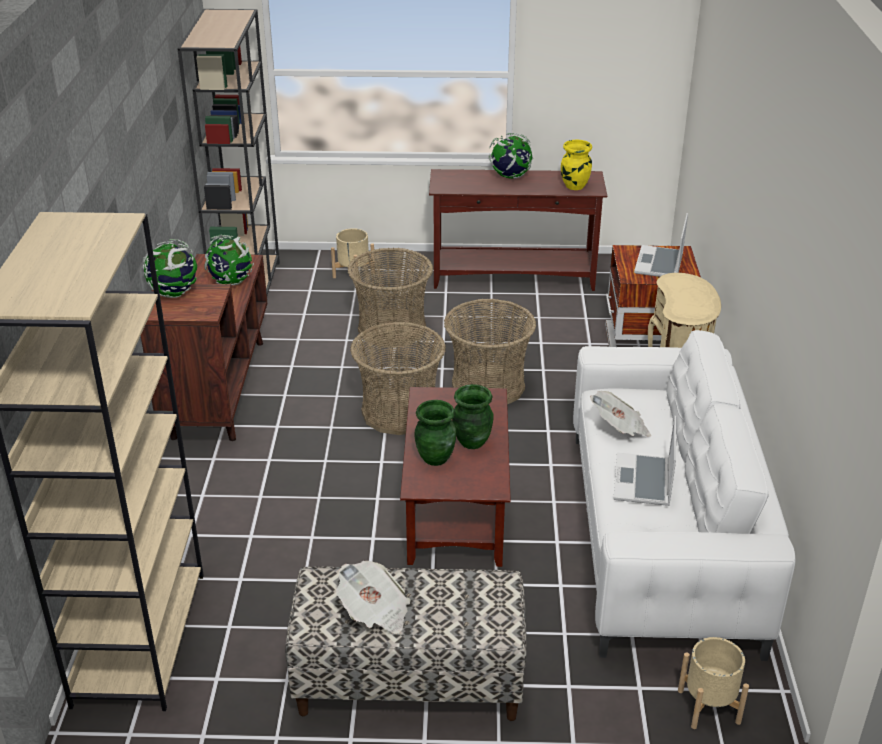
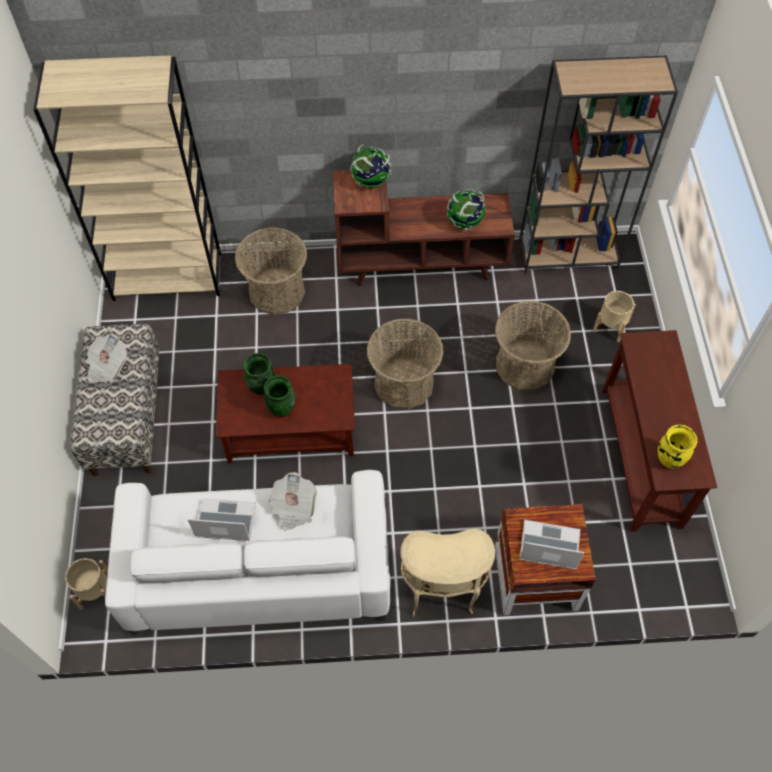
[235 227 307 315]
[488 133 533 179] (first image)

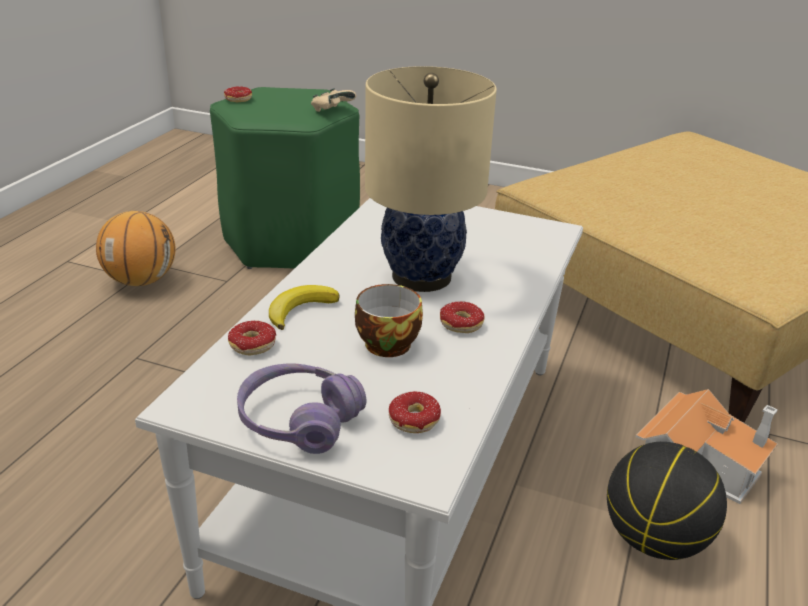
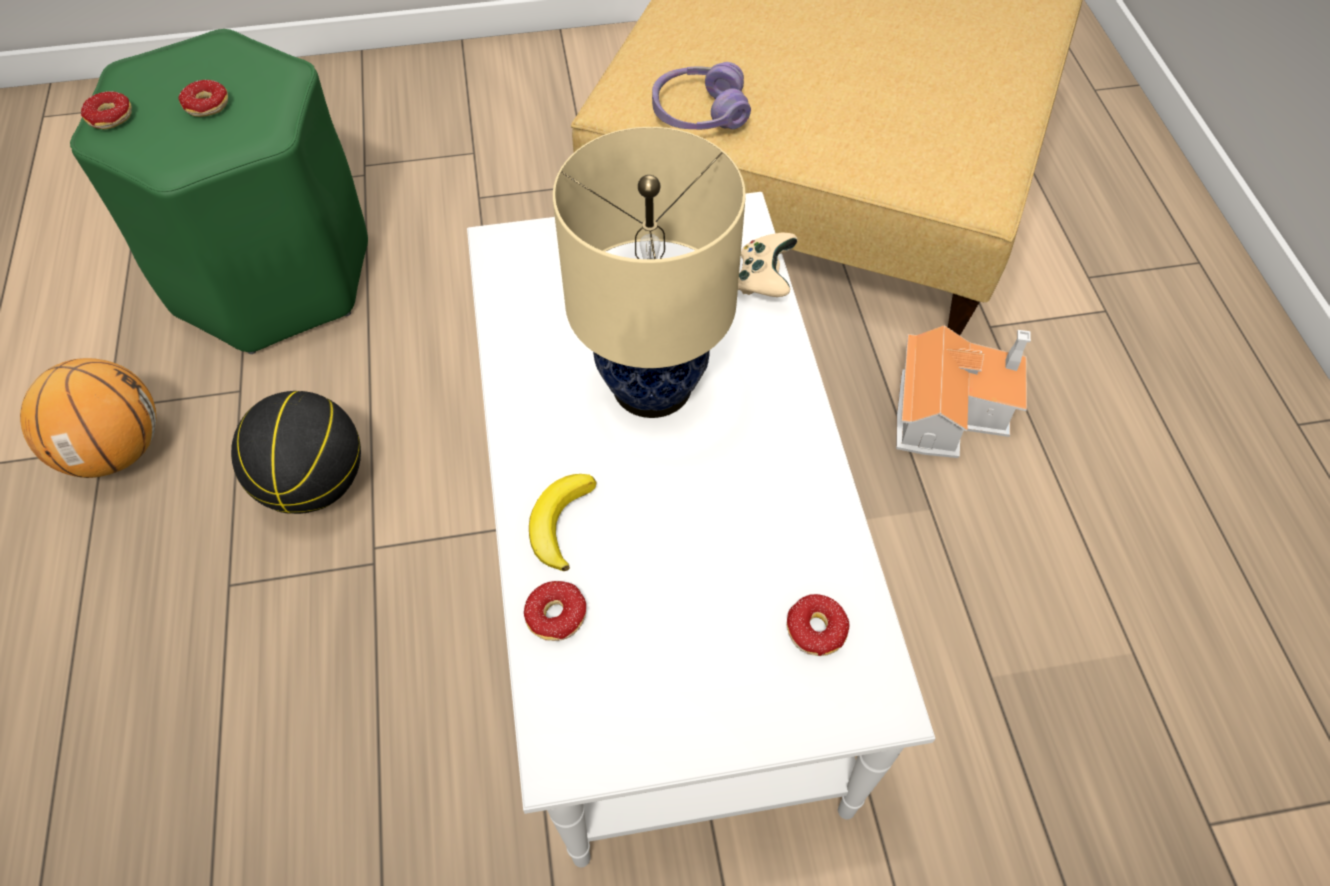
[178 80 228 117]
[231 391 361 514]
[652 62 751 130]
[738 233 798 297]
[355 284 423 357] (first image)

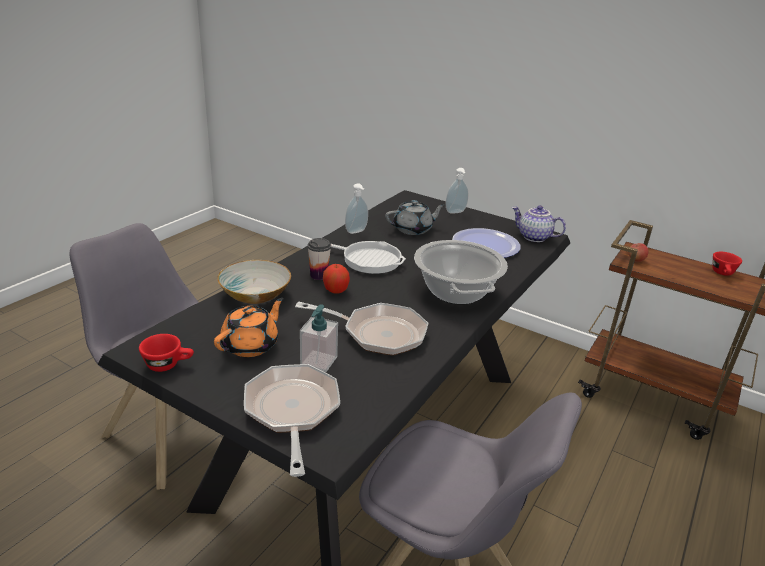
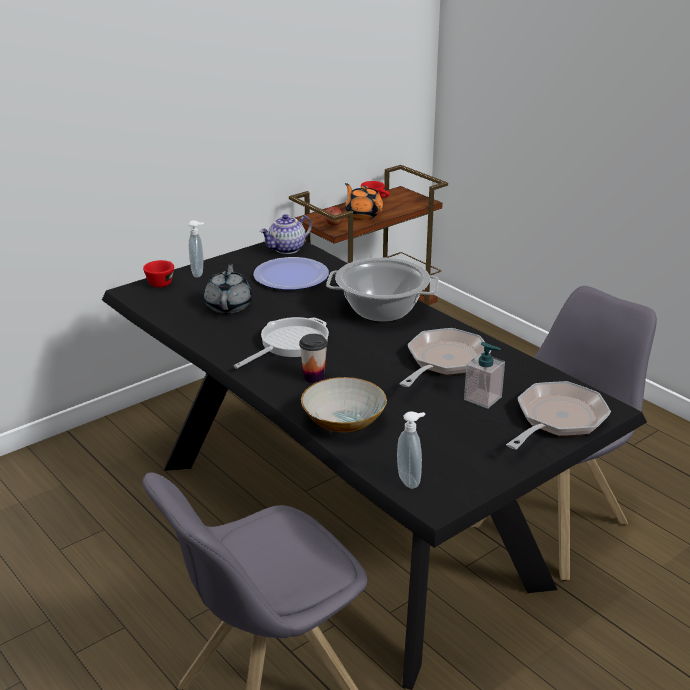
[143 260 174 287]
[345 183 383 219]
[397 411 425 489]
[506 381 611 449]
[323 264 350 294] (first image)

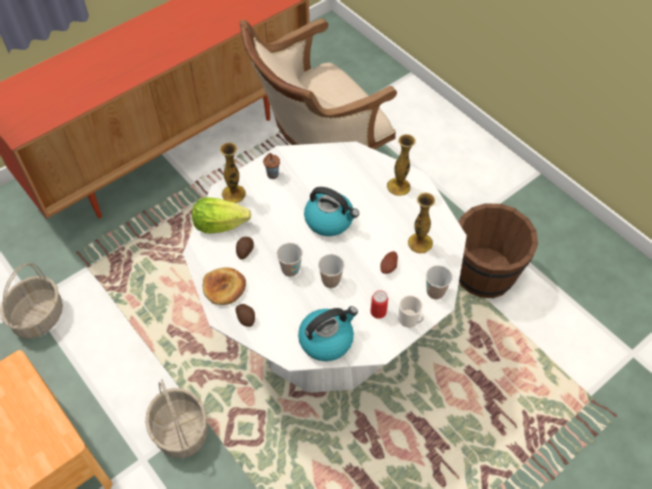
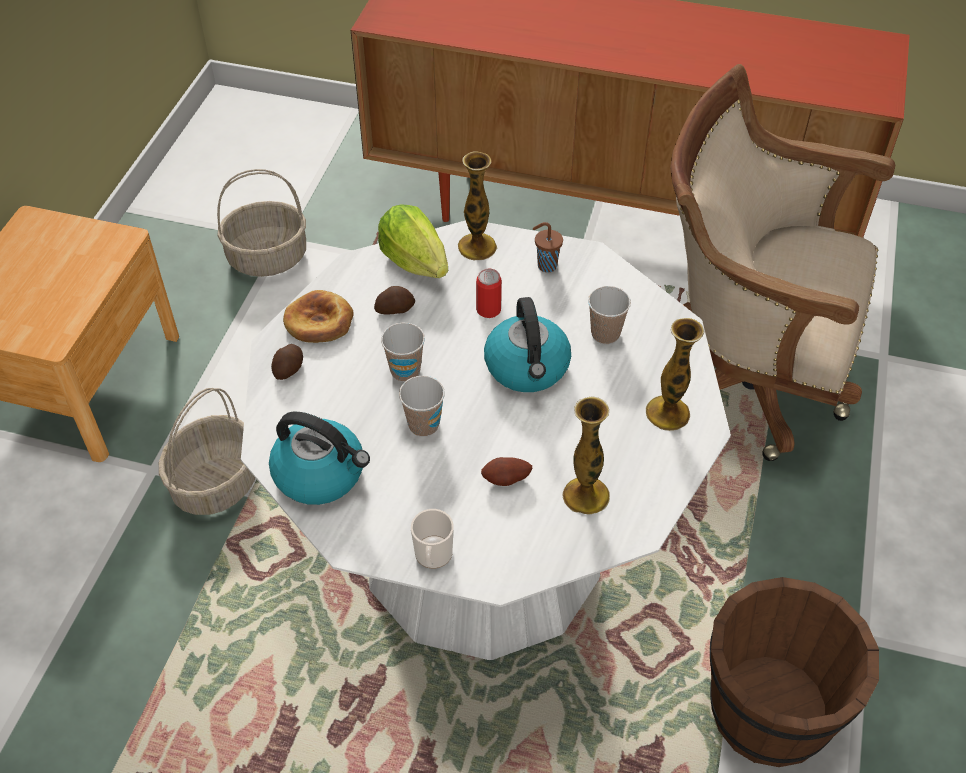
[476 269 502 318]
[588 286 631 344]

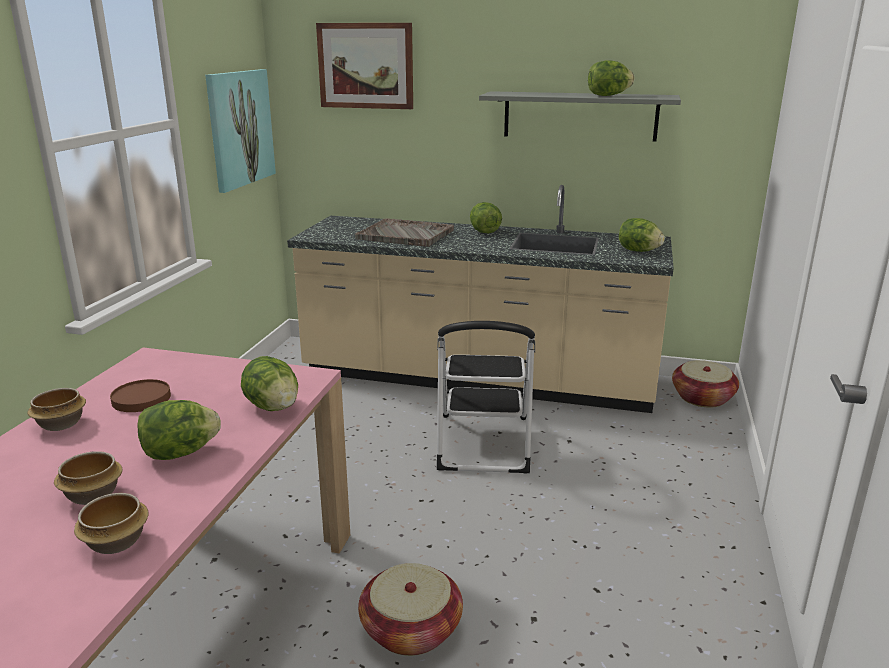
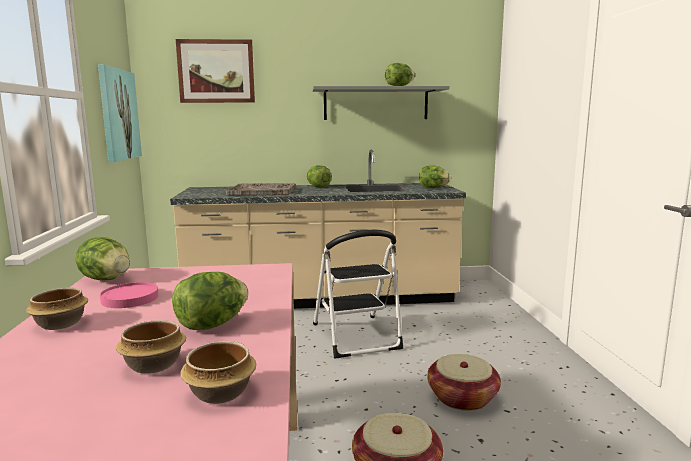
[75 237 130 280]
[100 282 159 308]
[427 354 501 411]

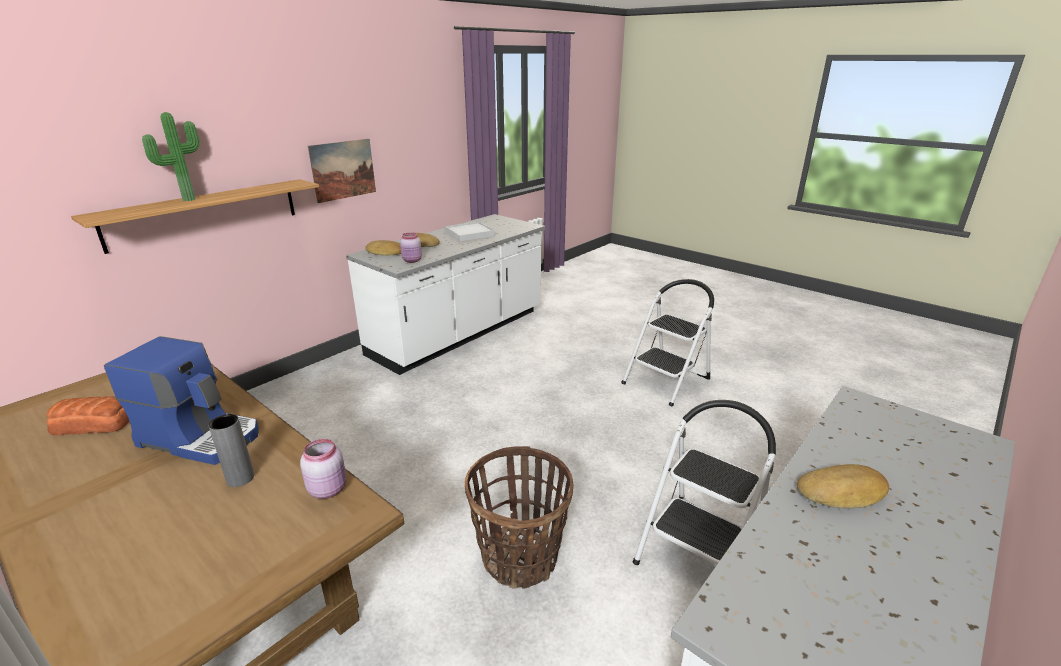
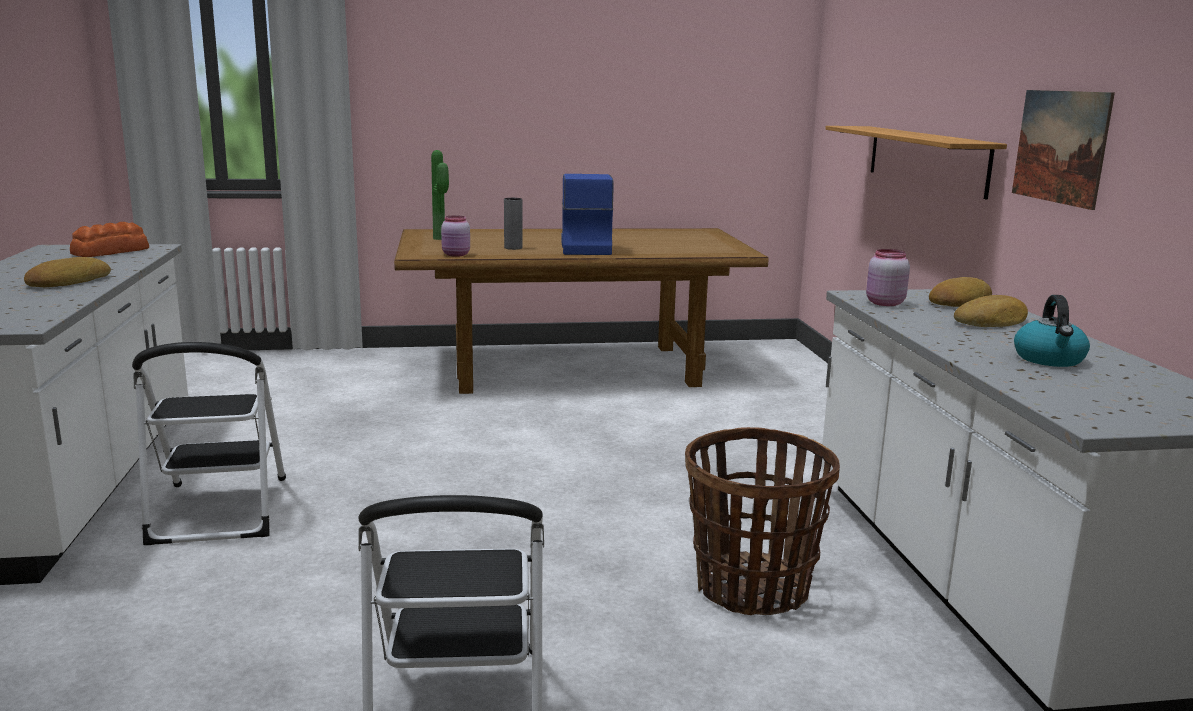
[70 222 149 257]
[431 150 449 240]
[561 174 614 255]
[685 427 840 615]
[1014 295 1090 367]

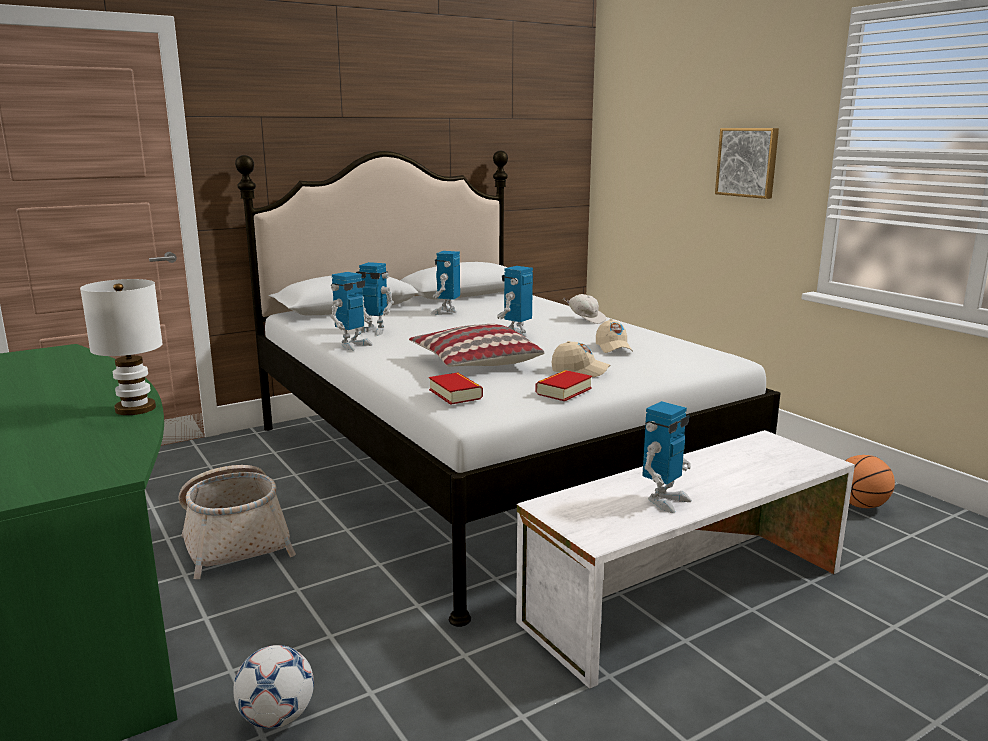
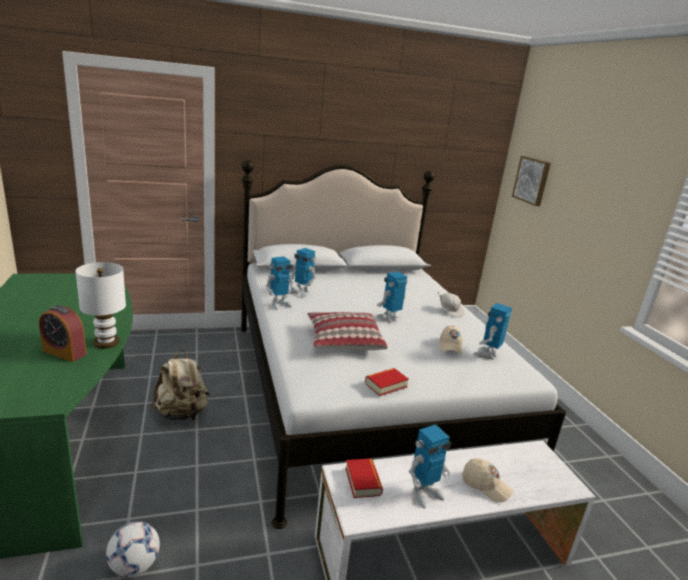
[39 305 87 362]
[151 350 210 421]
[345 458 383 498]
[462 458 514 503]
[473 303 512 360]
[512 156 551 206]
[845 455 895 508] (first image)

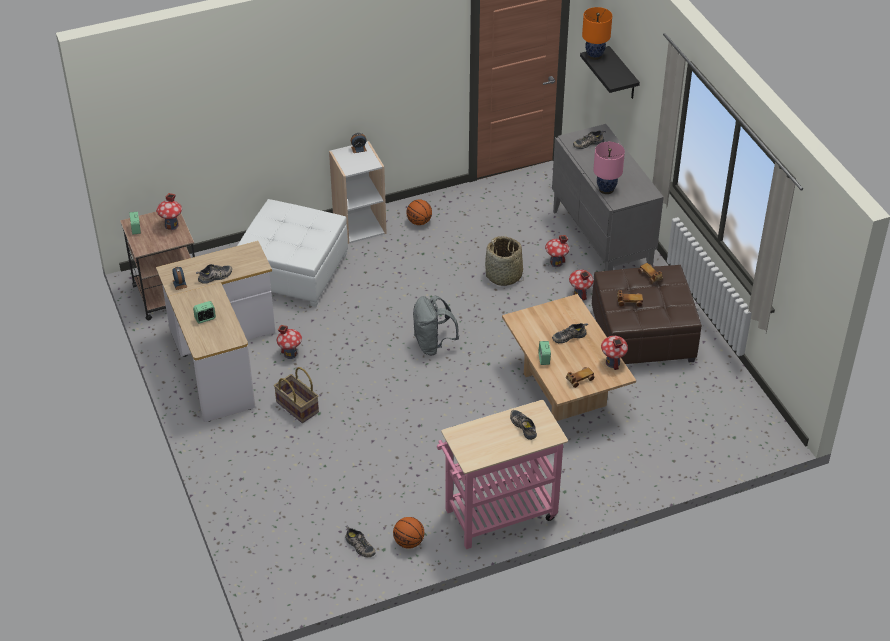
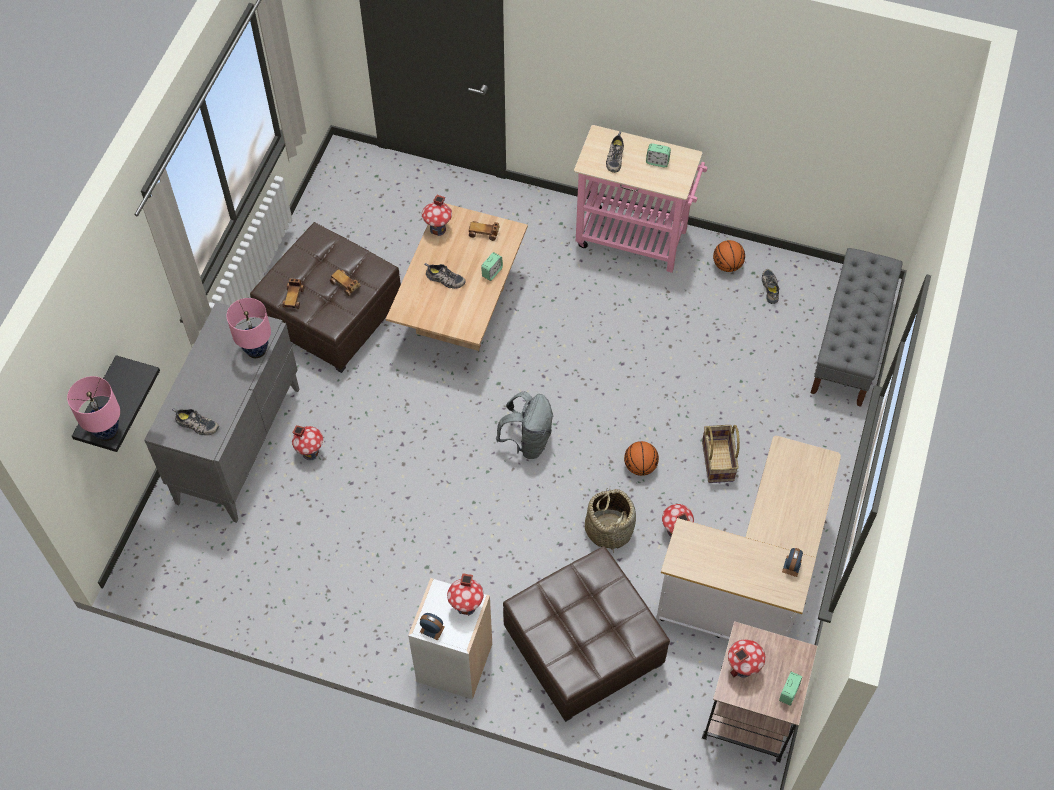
[67 376 120 441]
[447 573 484 616]
[503 546 670 722]
[585 489 636 552]
[624 441 659 476]
[646 143 671 167]
[811 248 903 407]
[196 264 232 284] (first image)

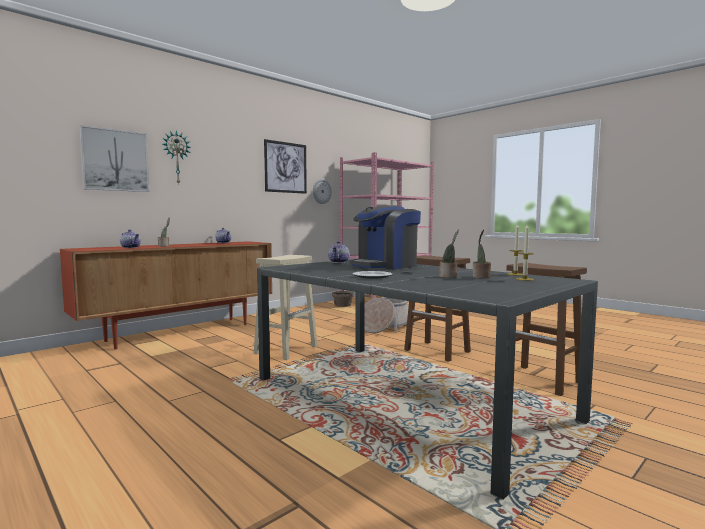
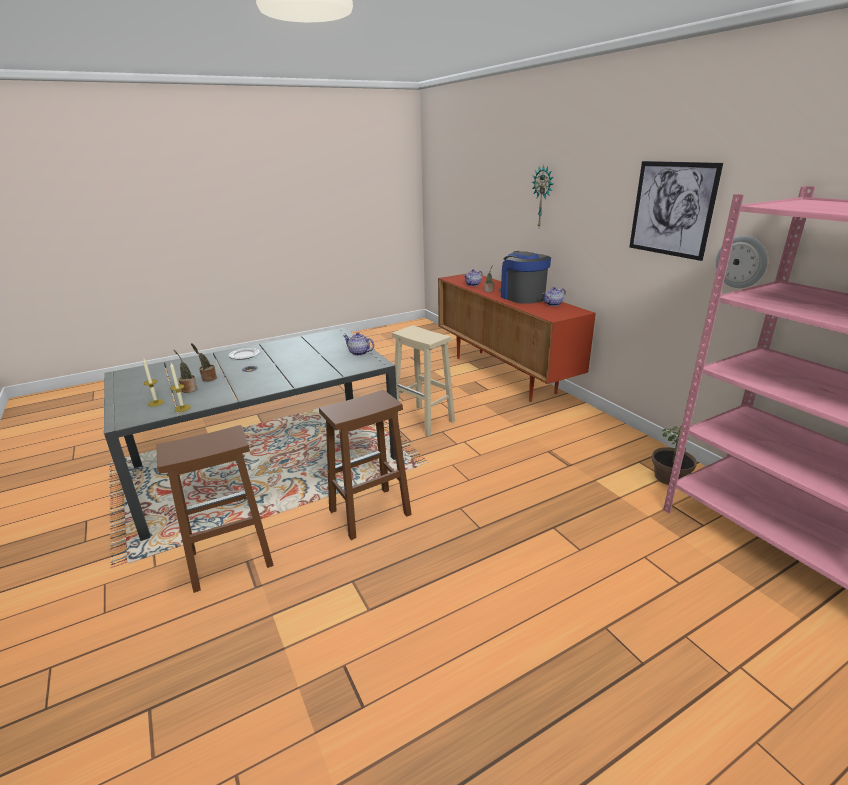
[500 251 551 304]
[79 125 150 192] (first image)
[364 297 415 333] (first image)

